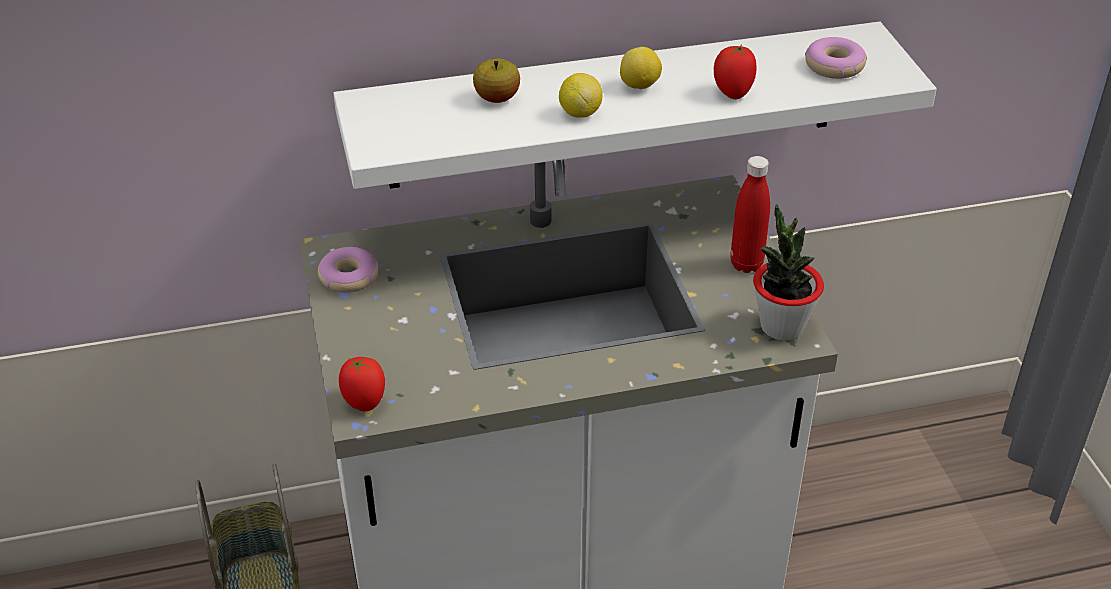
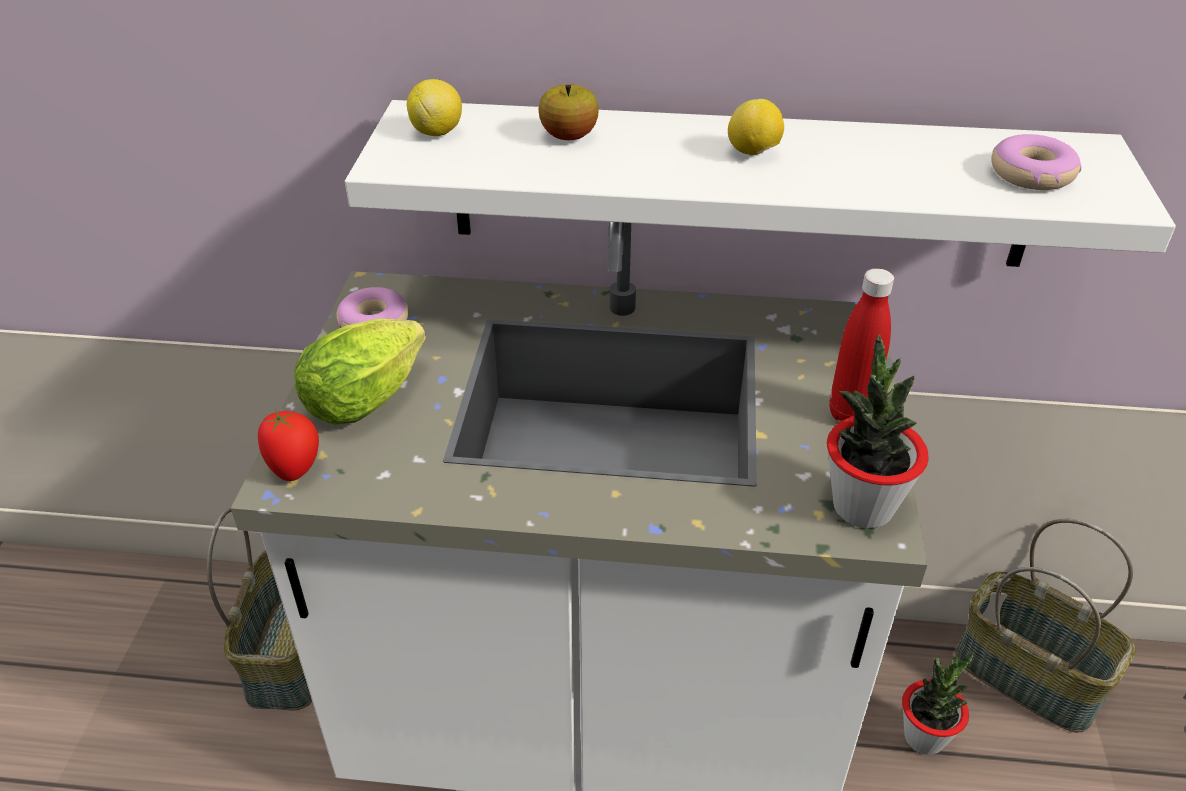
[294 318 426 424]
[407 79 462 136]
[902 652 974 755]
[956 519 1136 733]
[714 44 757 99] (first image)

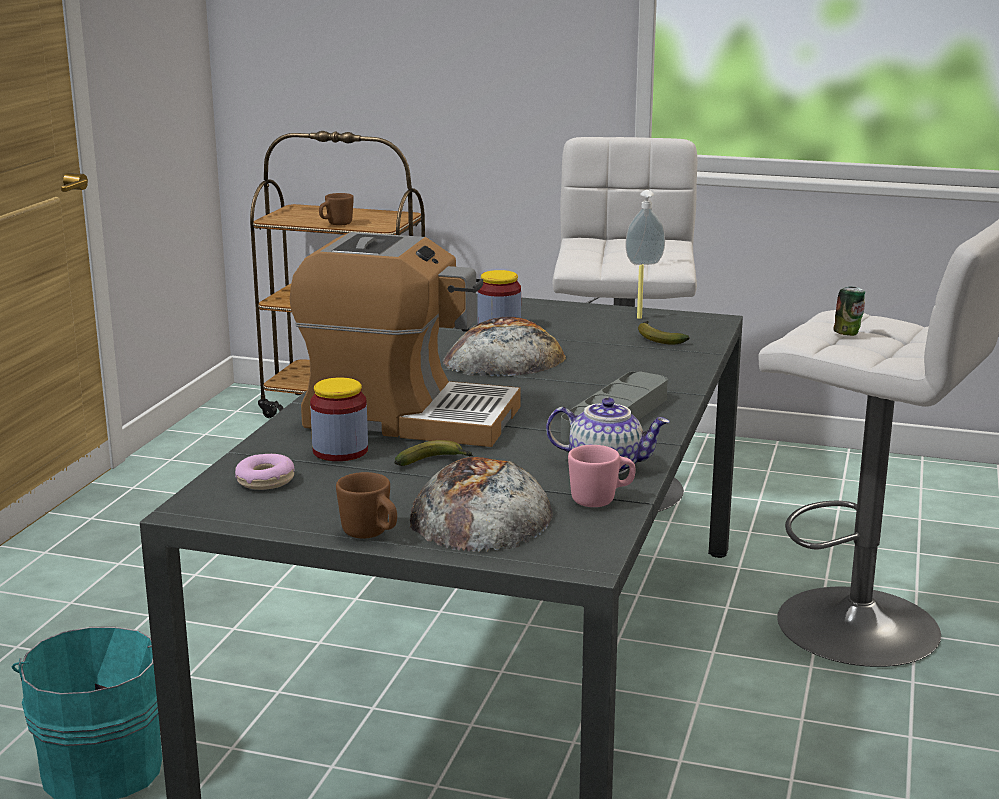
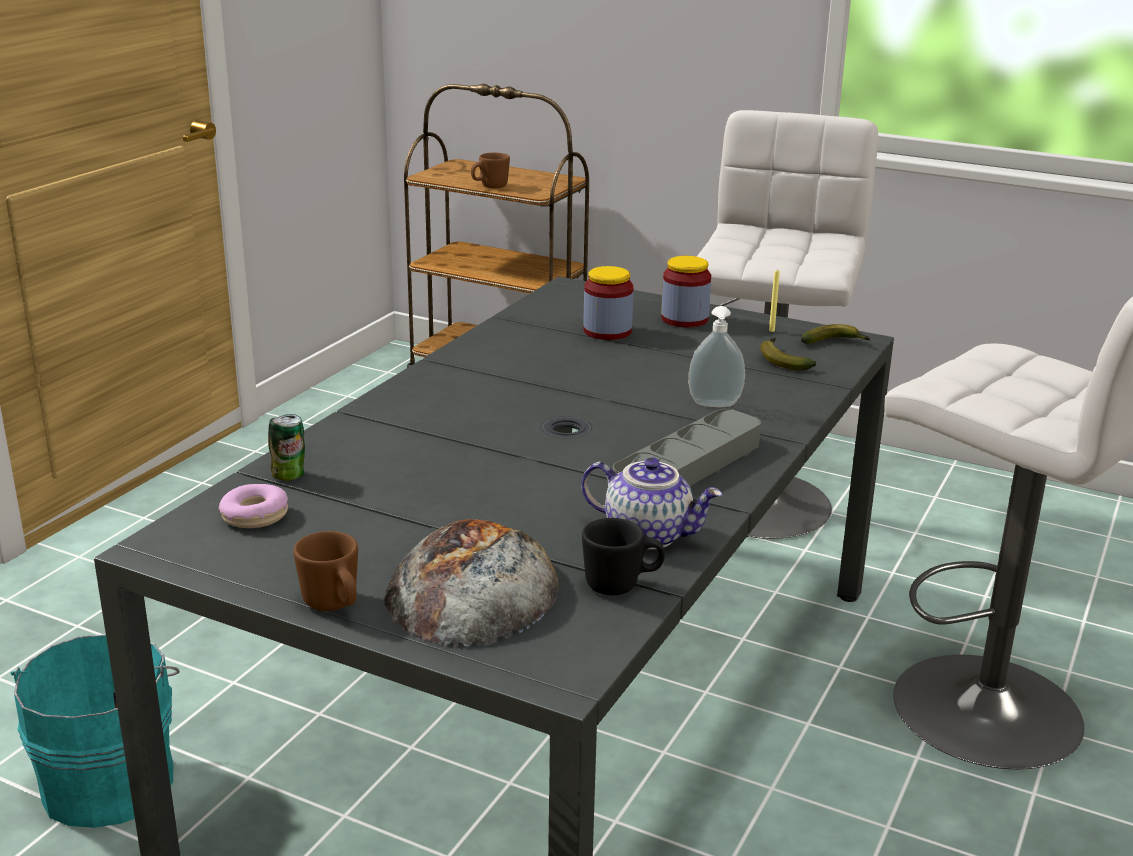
[268 414 305 481]
[582 518 665 595]
[661 256 711 327]
[688 306 745 407]
[801 324 870 344]
[290 232 521 447] (first image)
[443 317 566 377] (first image)

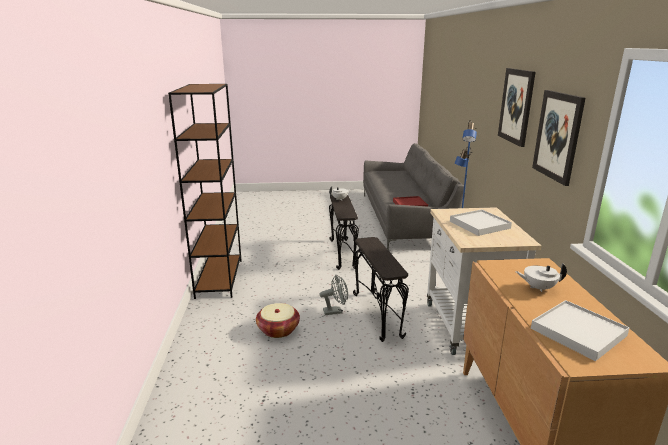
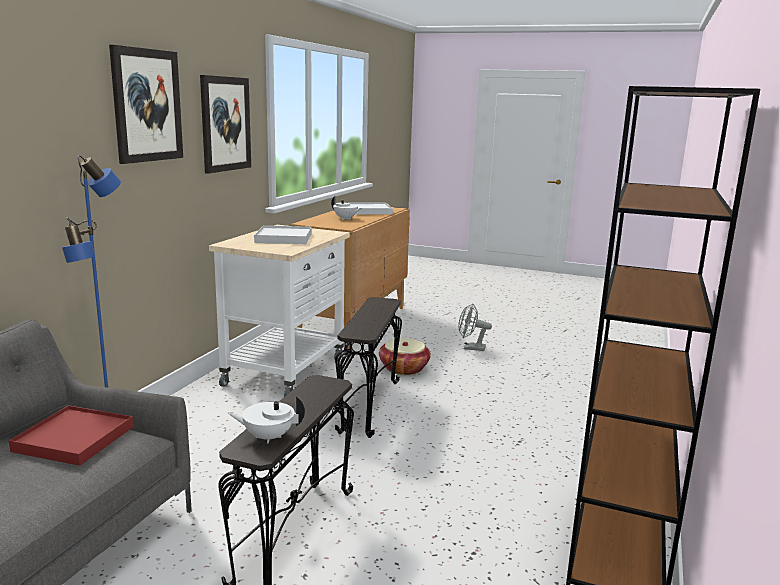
[379 338 431 375]
[458 303 492 351]

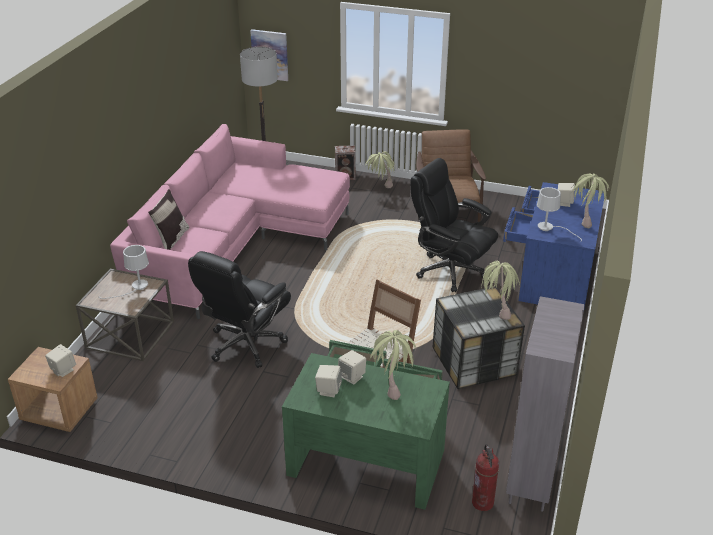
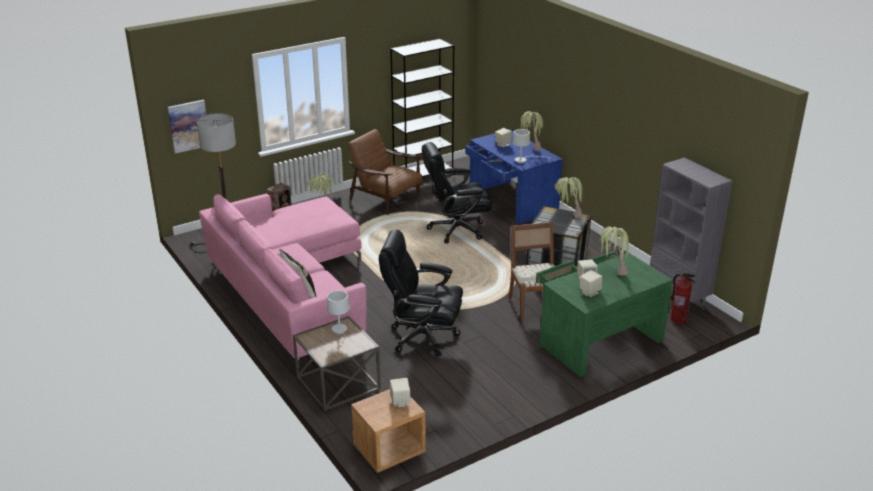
[379 230 463 356]
[390 39 454 177]

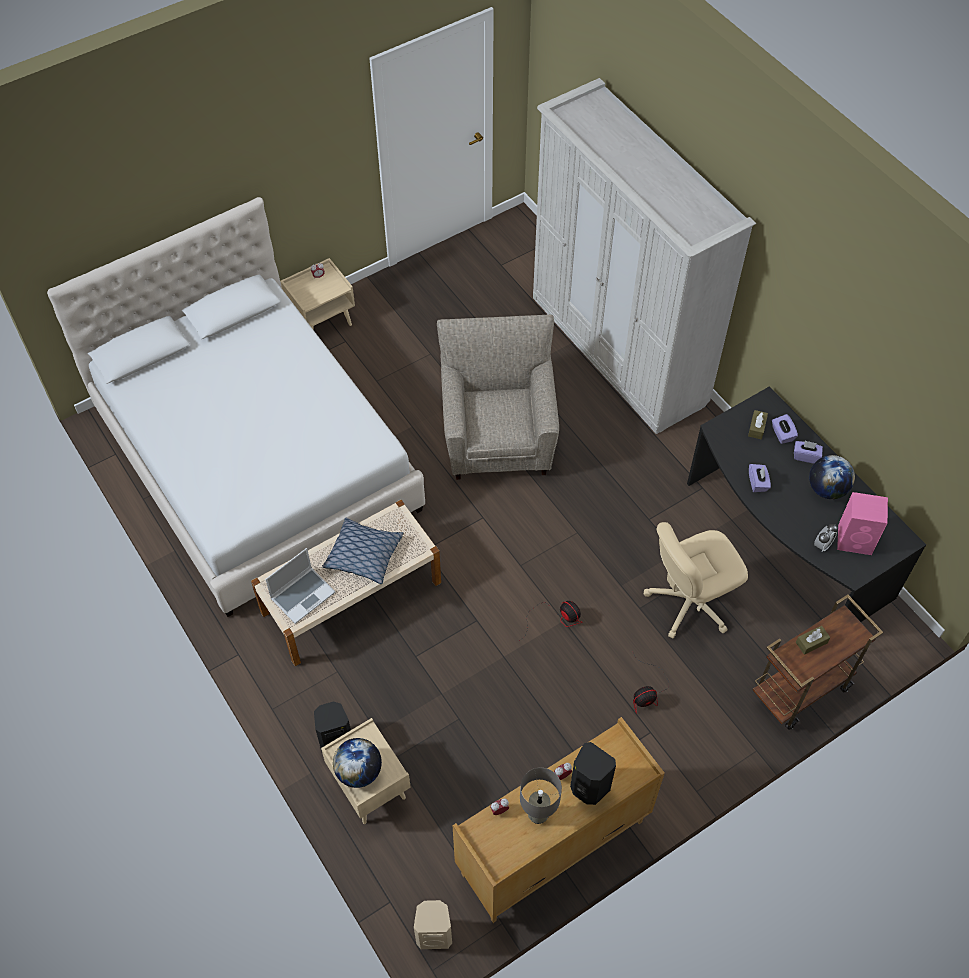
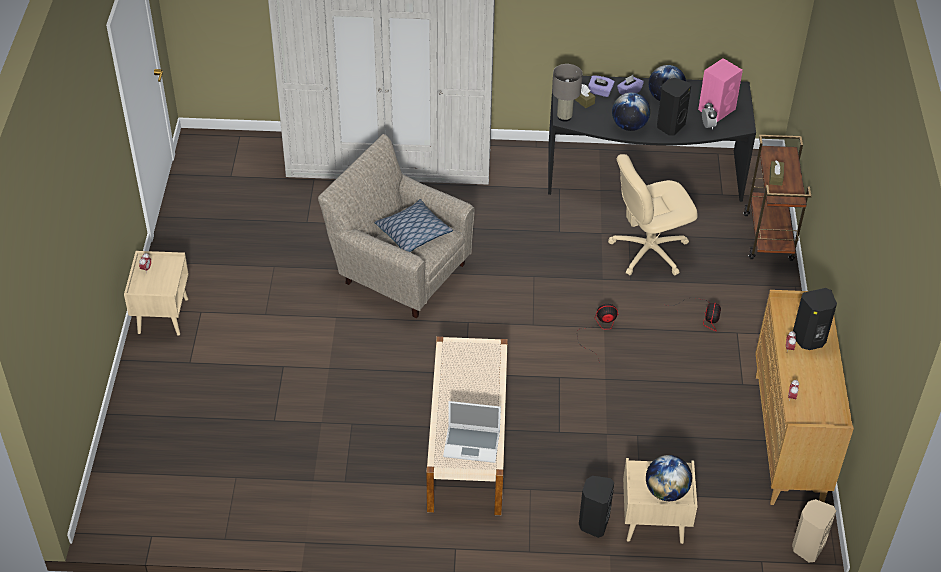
[374 199 453 252]
[443 401 501 463]
[552 64 583 122]
[608 154 698 275]
[612 92 650 131]
[657 78 691 136]
[47 197 425 617] (first image)

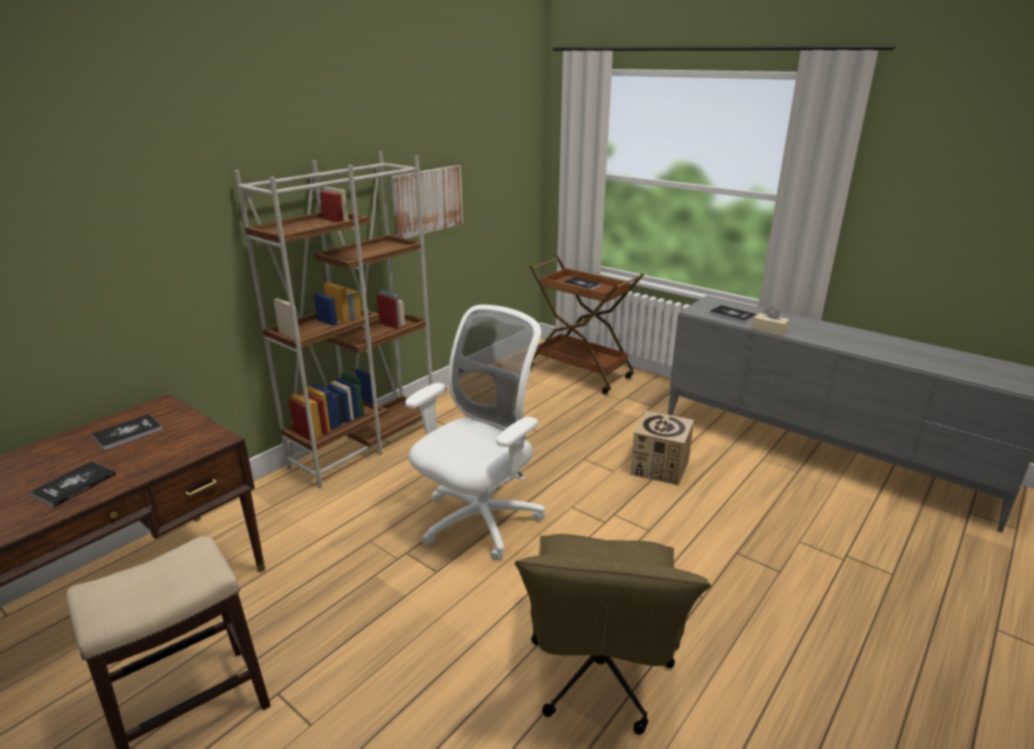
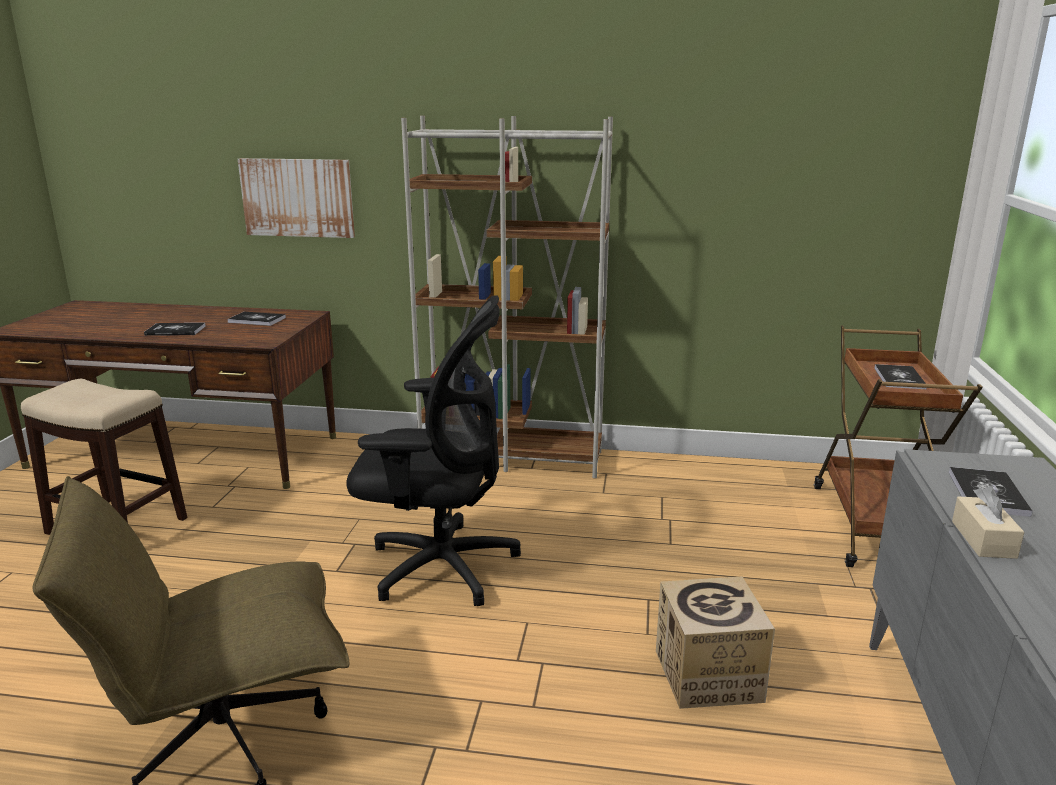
[238 158 355 238]
[346 295 521 606]

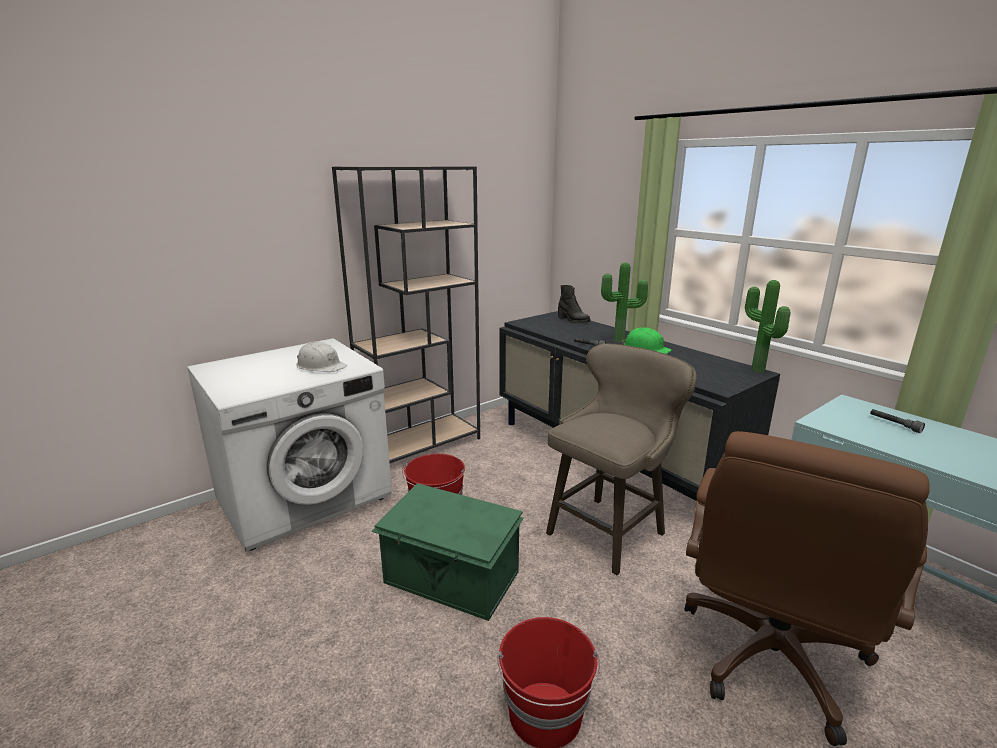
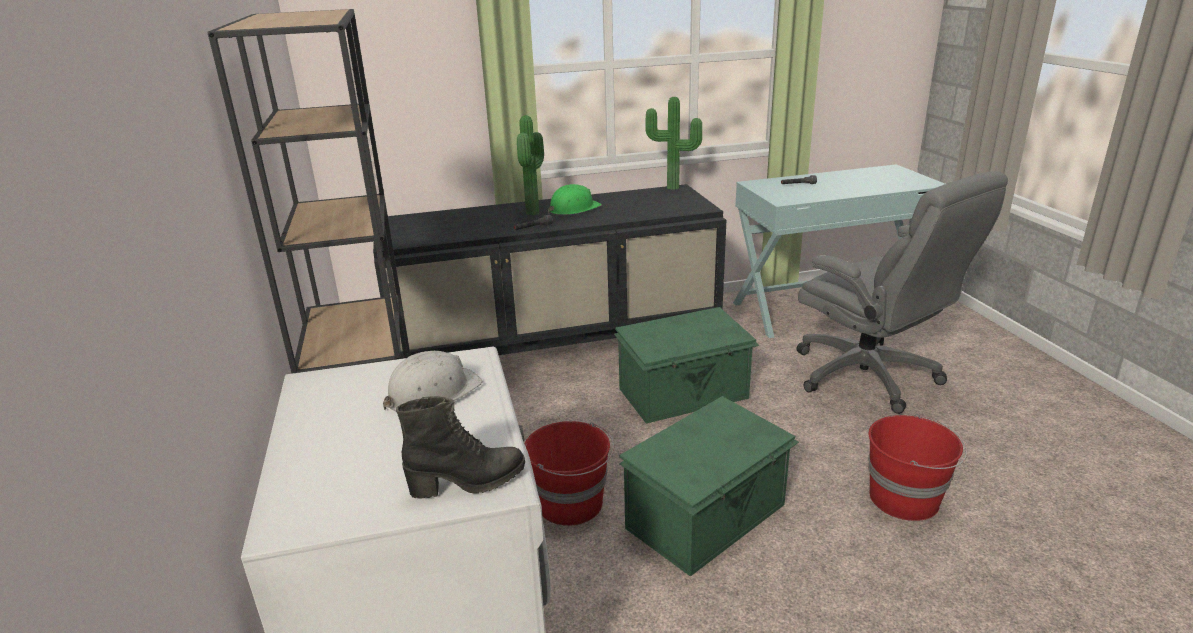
[396 396 525 499]
[614 307 759 424]
[796 171 1008 414]

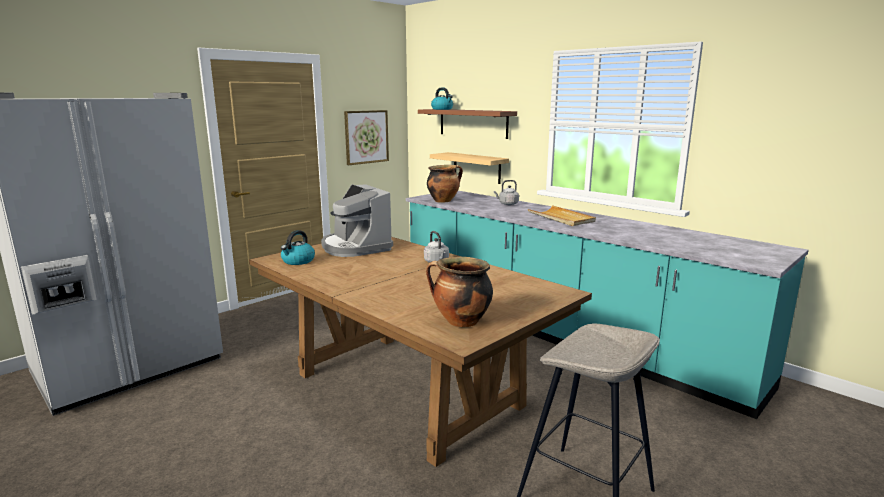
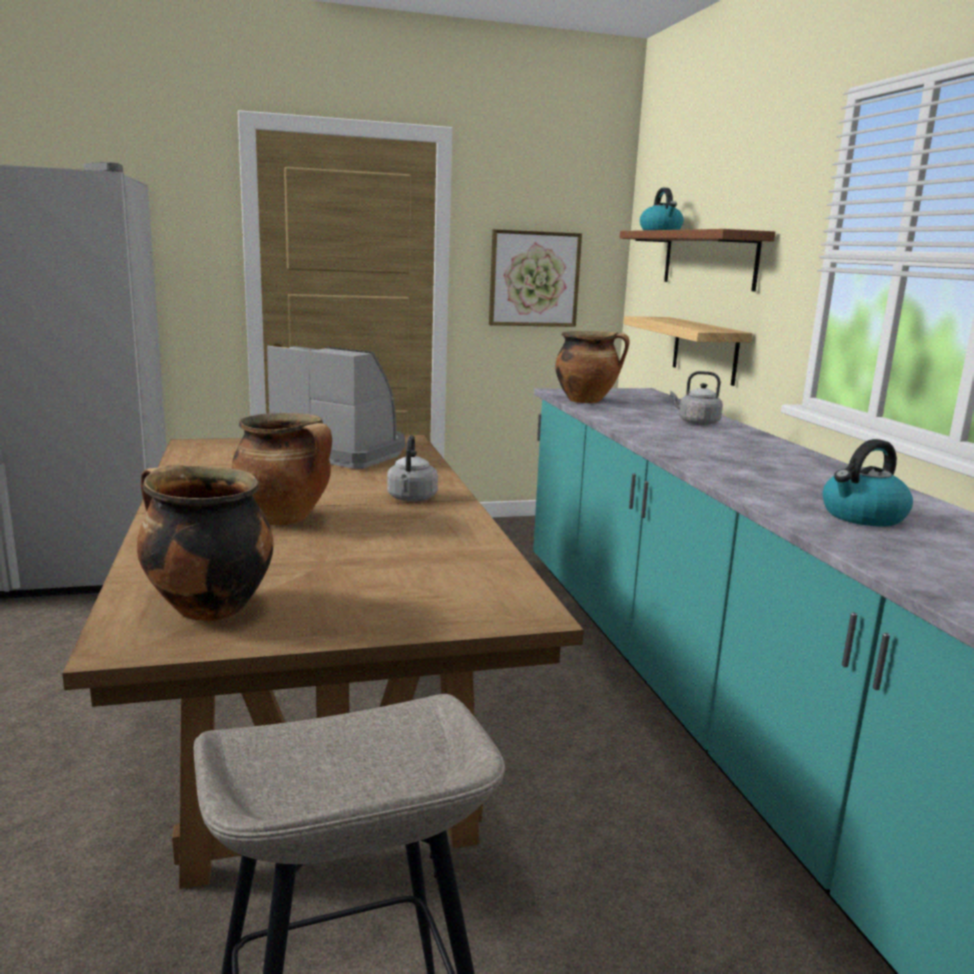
[232 413 332 525]
[267 346 405 469]
[823 439 913 527]
[528 205 596 226] (first image)

